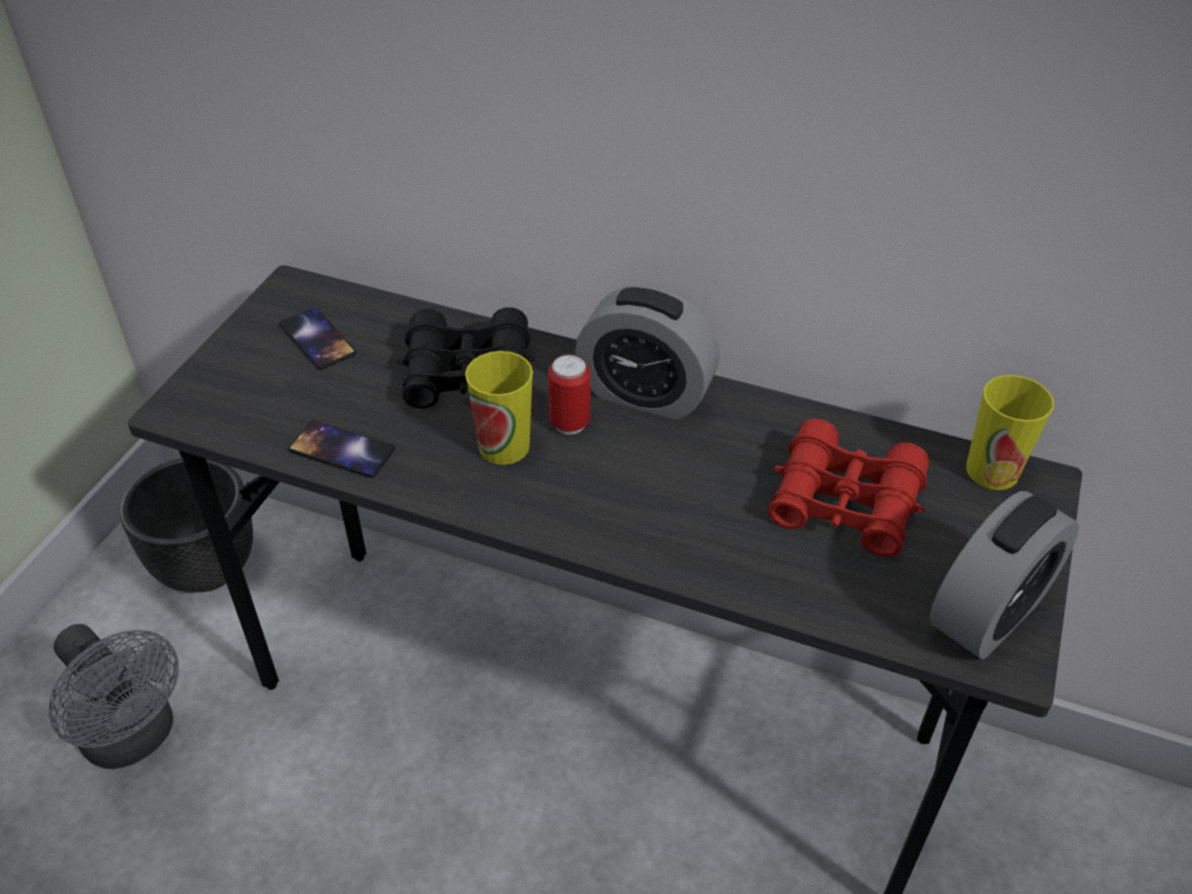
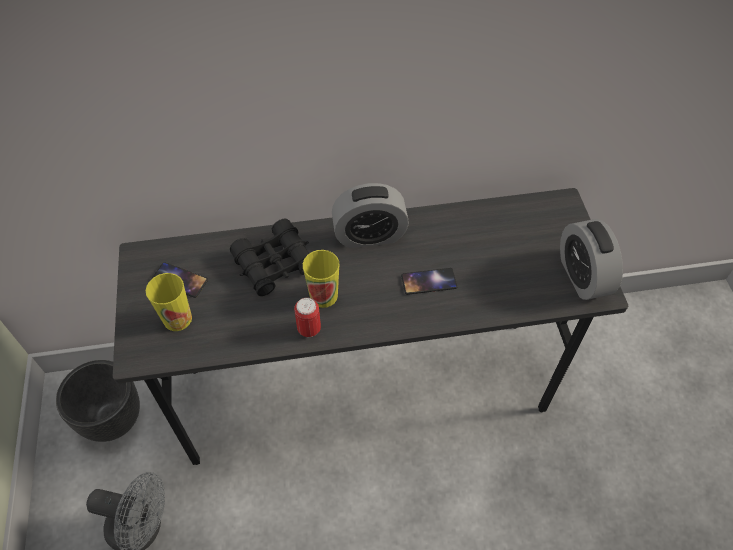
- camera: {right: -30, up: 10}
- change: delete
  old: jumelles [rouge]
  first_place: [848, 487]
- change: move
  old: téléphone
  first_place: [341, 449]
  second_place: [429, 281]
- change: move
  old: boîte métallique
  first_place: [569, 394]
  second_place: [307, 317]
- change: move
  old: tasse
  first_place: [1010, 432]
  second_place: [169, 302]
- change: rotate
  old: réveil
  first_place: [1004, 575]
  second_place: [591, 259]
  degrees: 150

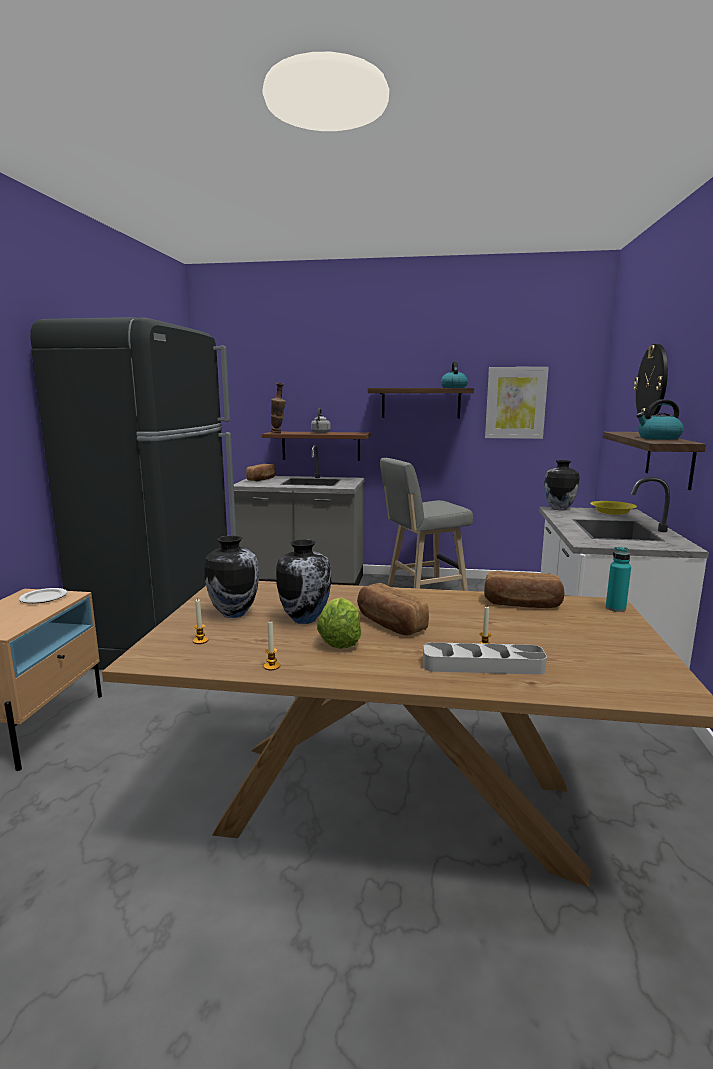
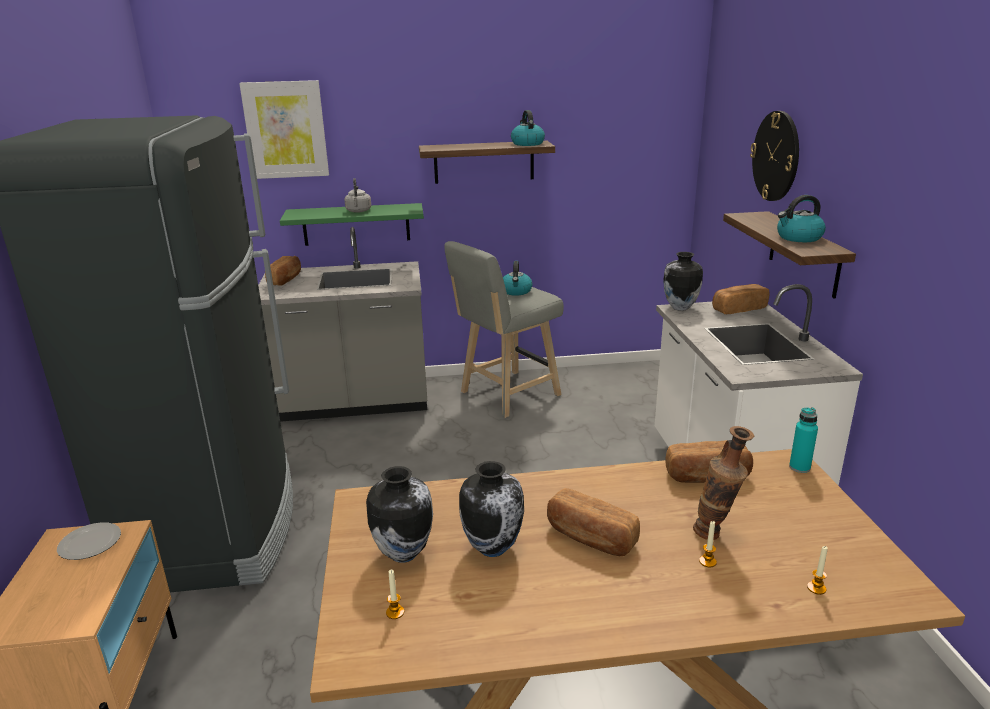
- camera: {right: -15, up: 10}
- change: delete
  old: laitue
  first_place: [339, 623]
- change: delete
  old: plateau [gris]
  first_place: [485, 658]
- change: insert
  new: bouilloire
  second_place: [518, 278]
- change: move
  old: bougie
  first_place: [272, 645]
  second_place: [817, 570]
- change: move
  old: vase
  first_place: [278, 408]
  second_place: [723, 483]
- change: move
  old: tableau
  first_place: [517, 403]
  second_place: [284, 129]
- change: replace
  old: bol [jaune]
  new: pain
  first_place: [613, 508]
  second_place: [740, 299]
- change: recolor
  old: étagère [marron]
  new: étagère [vert]
  first_place: [316, 446]
  second_place: [352, 224]

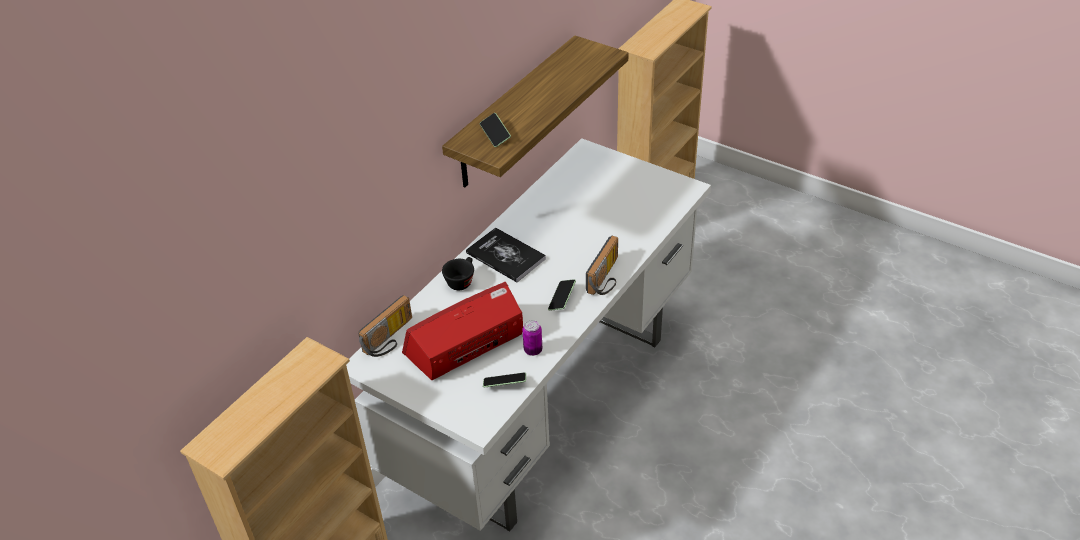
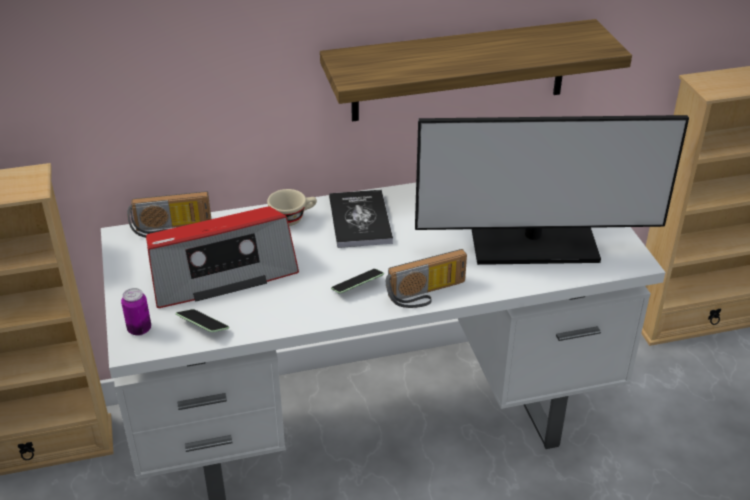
- camera: {right: 40, up: -5}
- change: delete
  old: téléphone
  first_place: [495, 130]
- change: insert
  new: écran d'ordinateur
  second_place: [552, 190]
- change: move
  old: boîte métallique
  first_place: [532, 338]
  second_place: [136, 312]
- change: recolor
  old: tasse [noir]
  new: tasse [beige]
  first_place: [458, 273]
  second_place: [292, 207]
- change: rotate
  old: radio
  first_place: [462, 331]
  second_place: [222, 257]
  degrees: 150

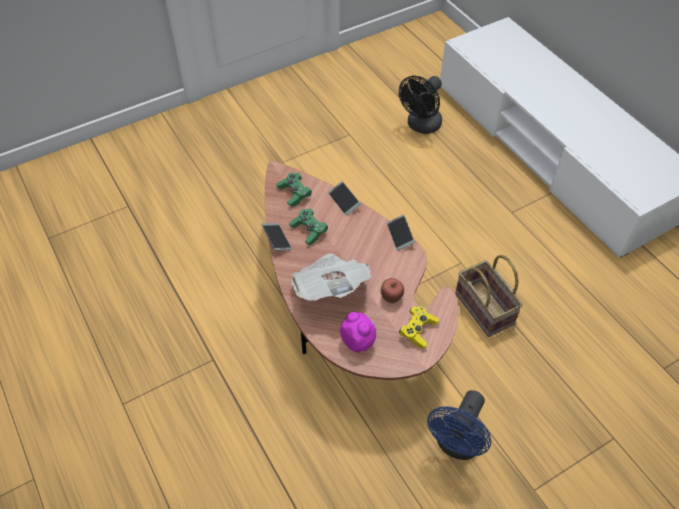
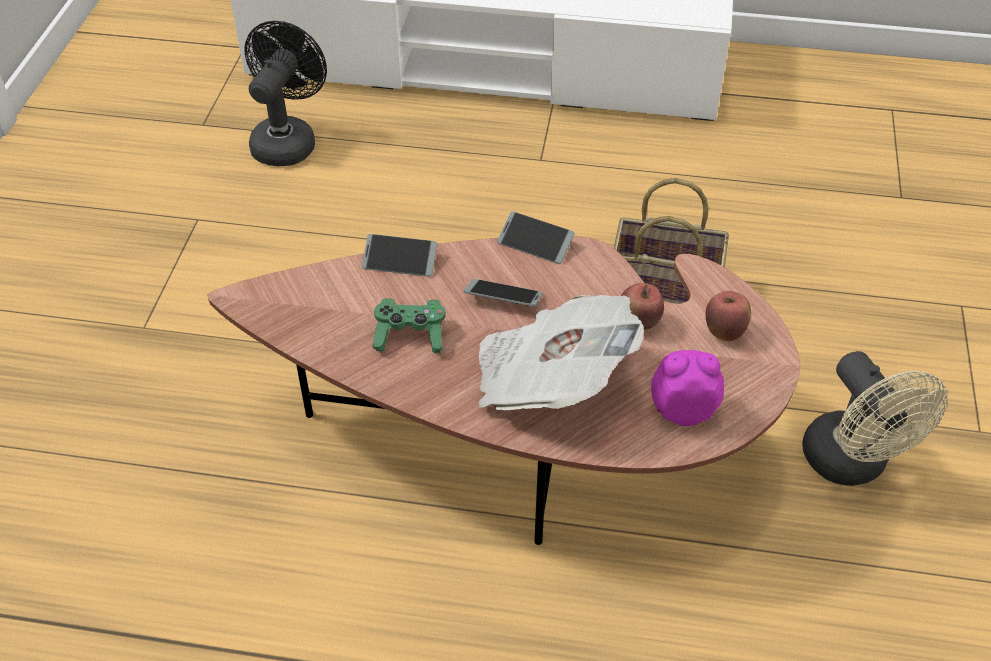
- camera: {right: -50, up: -5}
- change: delete
  old: manette [vert]
  first_place: [294, 190]
- change: move
  old: téléphone
  first_place: [276, 237]
  second_place: [503, 293]
- change: replace
  old: manette [jaune]
  new: pomme
  first_place: [419, 327]
  second_place: [728, 316]
- change: recolor
  old: ventilateur [bleu]
  new: ventilateur [beige]
  first_place: [459, 425]
  second_place: [874, 418]
- change: rotate
  old: ventilateur [noir]
  first_place: [420, 105]
  second_place: [285, 93]
  degrees: -150

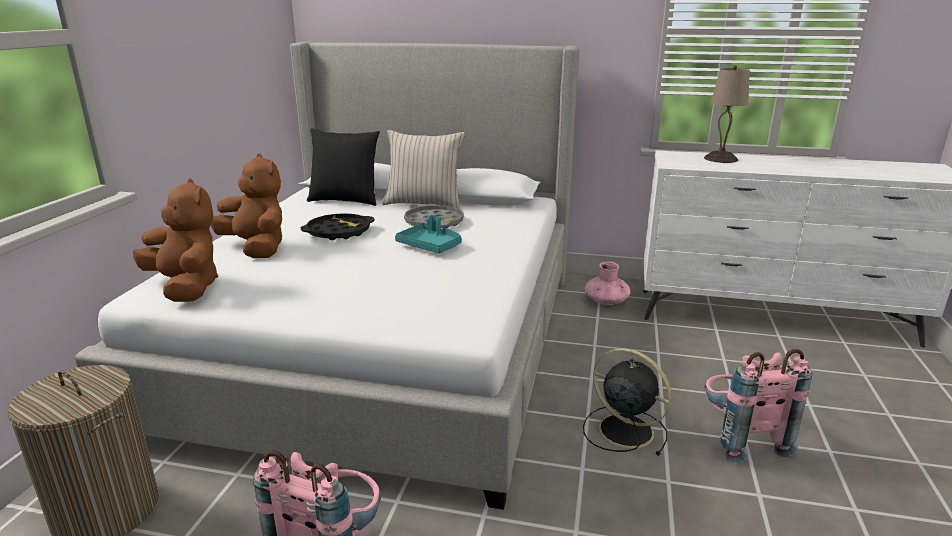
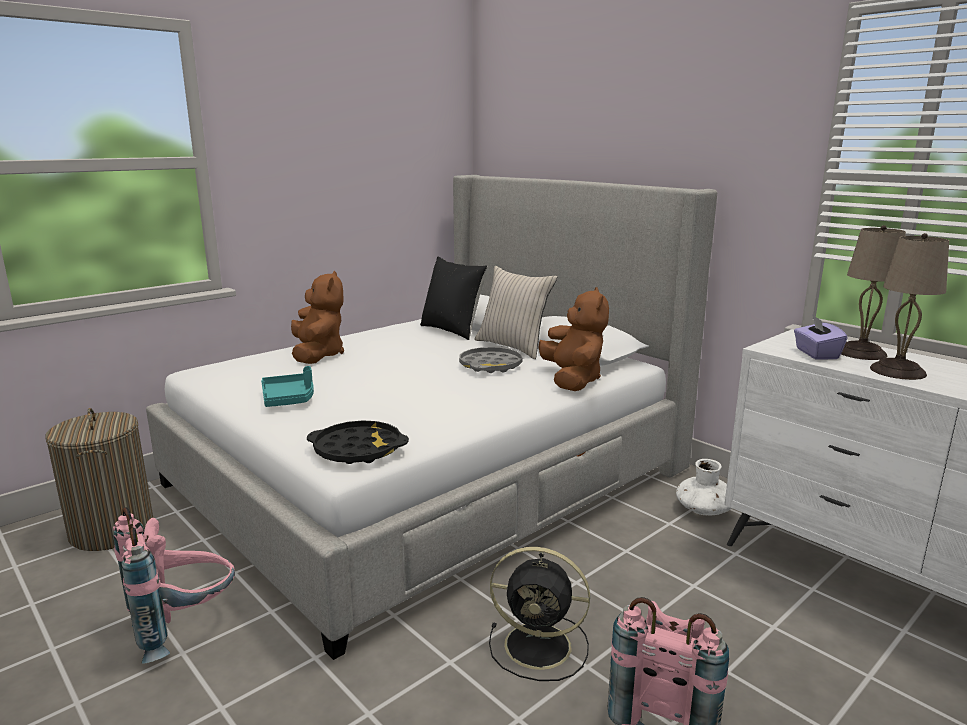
- camera: {right: 35, up: -5}
- change: insert
  new: boîte à mouchoirs [violet]
  second_place: [820, 337]
- change: insert
  new: lampe de table [beige]
  second_place: [909, 306]
- change: move
  old: peluche [marron]
  first_place: [175, 240]
  second_place: [573, 339]
- change: move
  old: plateau [noir]
  first_place: [338, 226]
  second_place: [358, 442]
- change: move
  old: plateau [turquoise]
  first_place: [428, 234]
  second_place: [287, 386]
- change: recolor
  old: vase [rose]
  new: vase [blanc]
  first_place: [608, 283]
  second_place: [704, 487]
- change: rotate
  old: ventilateur [noir]
  first_place: [627, 402]
  second_place: [539, 614]
  degrees: 120

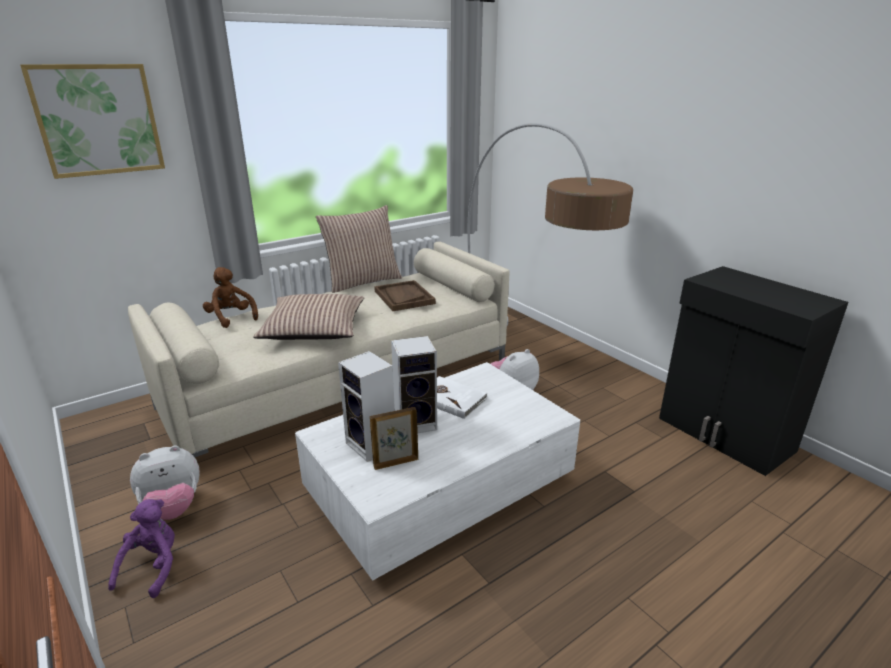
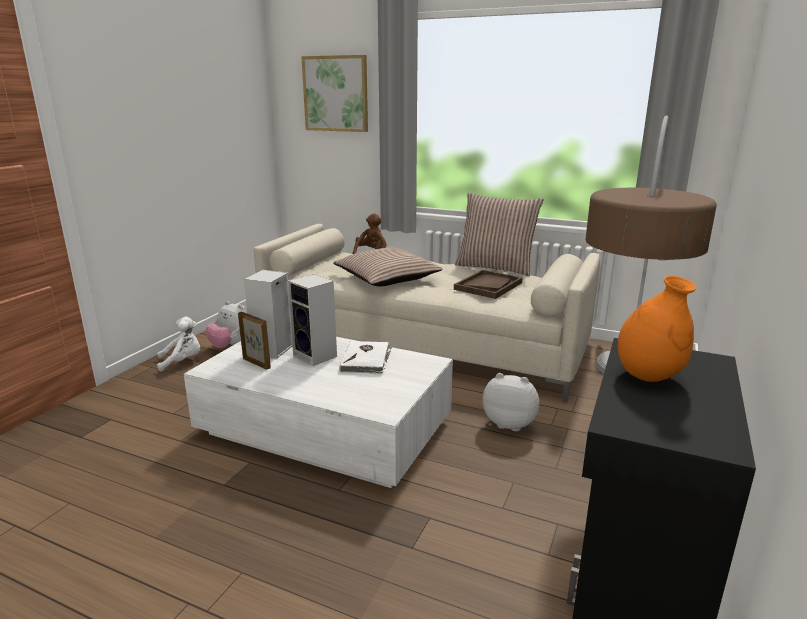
- camera: {right: 60, up: -5}
- change: insert
  new: vase [orange]
  second_place: [657, 329]
- change: recolor
  old: peluche [violet]
  new: peluche [blanc]
  first_place: [141, 548]
  second_place: [178, 344]

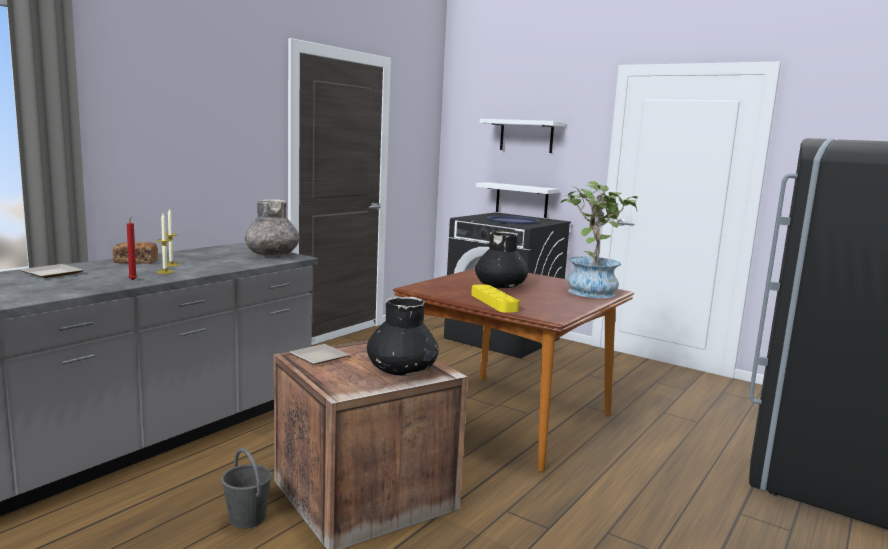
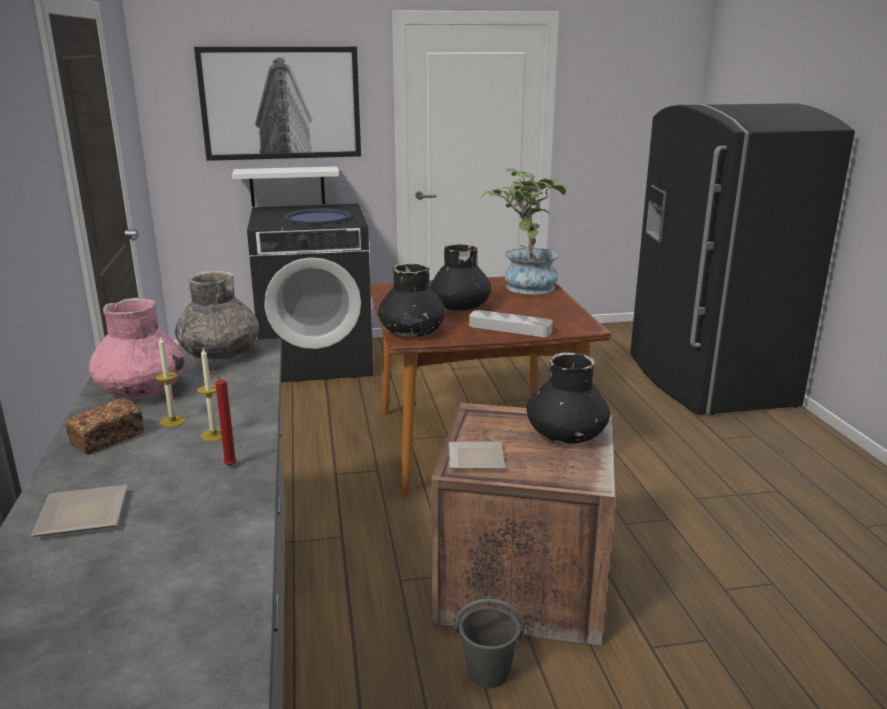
- camera: {right: -45, up: 10}
- change: insert
  new: vase [rose]
  second_place: [137, 348]
- change: insert
  new: vase [noir]
  second_place: [412, 299]
- change: replace
  old: étagère [blanc]
  new: tableau
  first_place: [522, 136]
  second_place: [277, 104]
- change: recolor
  old: plateau [jaune]
  new: plateau [gris]
  first_place: [495, 298]
  second_place: [511, 323]

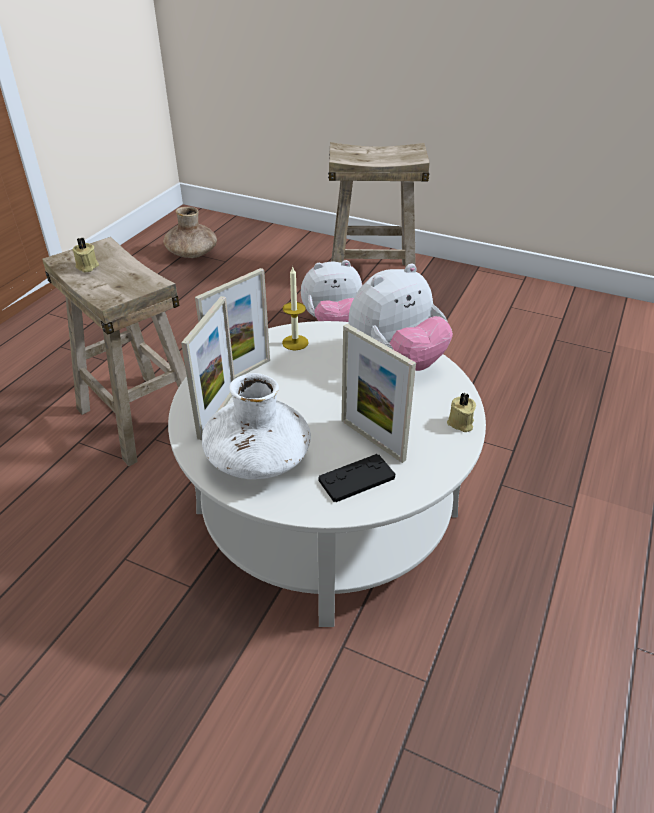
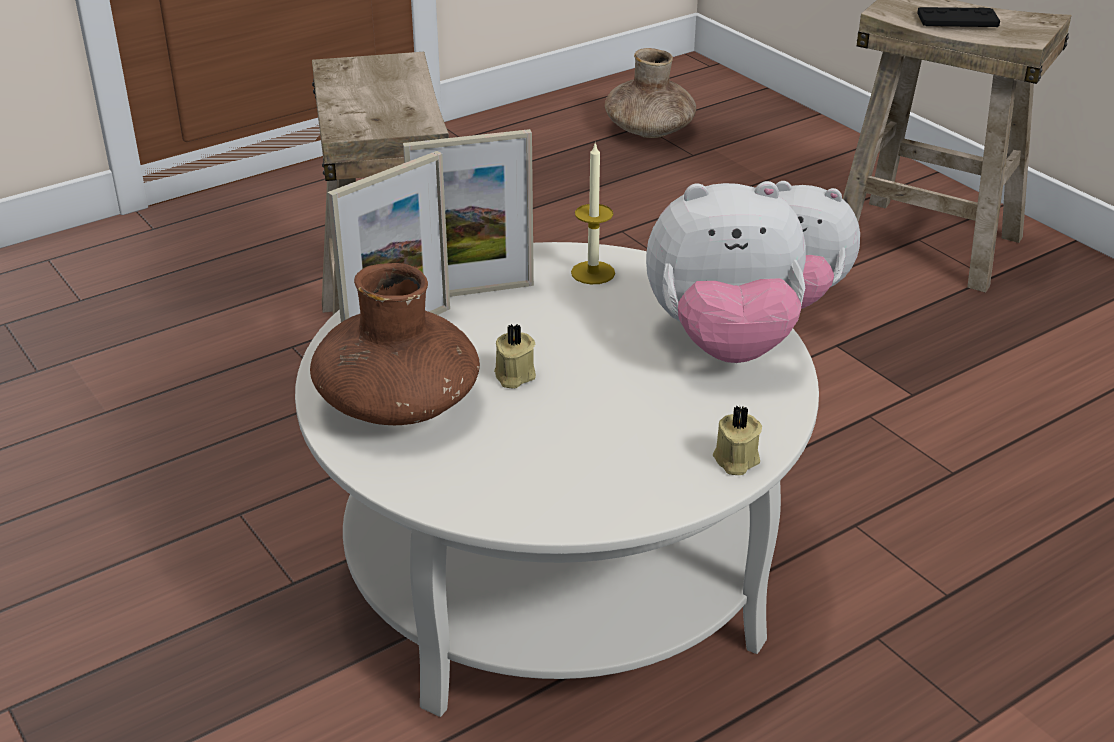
- camera: {right: 30, up: -5}
- change: delete
  old: cadre photo
  first_place: [379, 393]
- change: move
  old: bougie [beige]
  first_place: [86, 254]
  second_place: [515, 356]
- change: move
  old: manette [noir]
  first_place: [357, 478]
  second_place: [958, 17]
- change: recolor
  old: vase [blanc]
  new: vase [marron]
  first_place: [256, 426]
  second_place: [395, 344]

